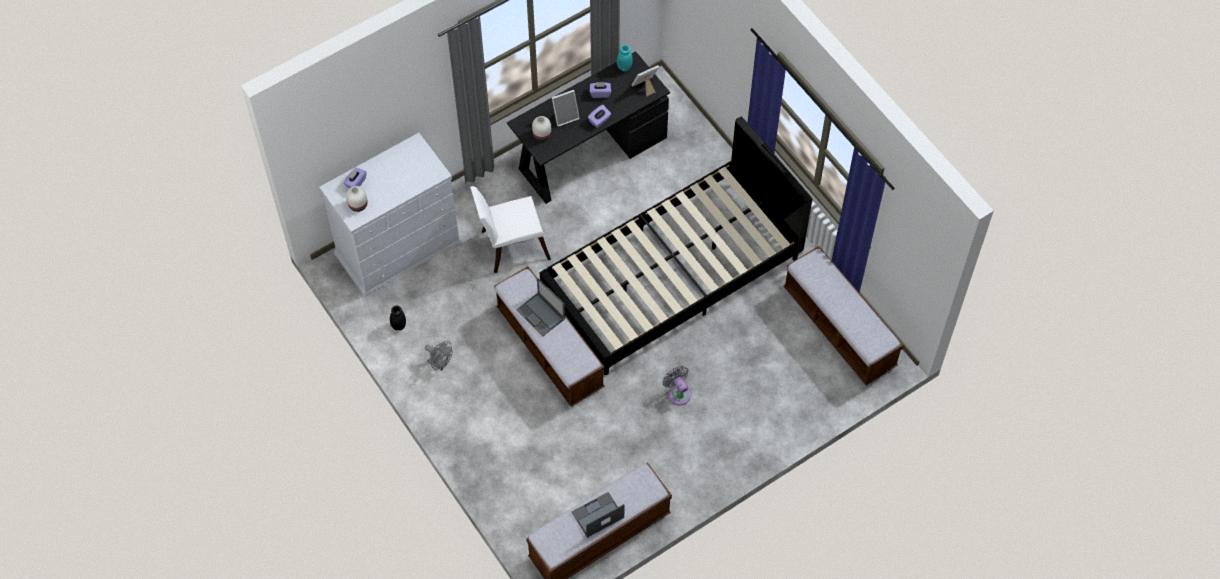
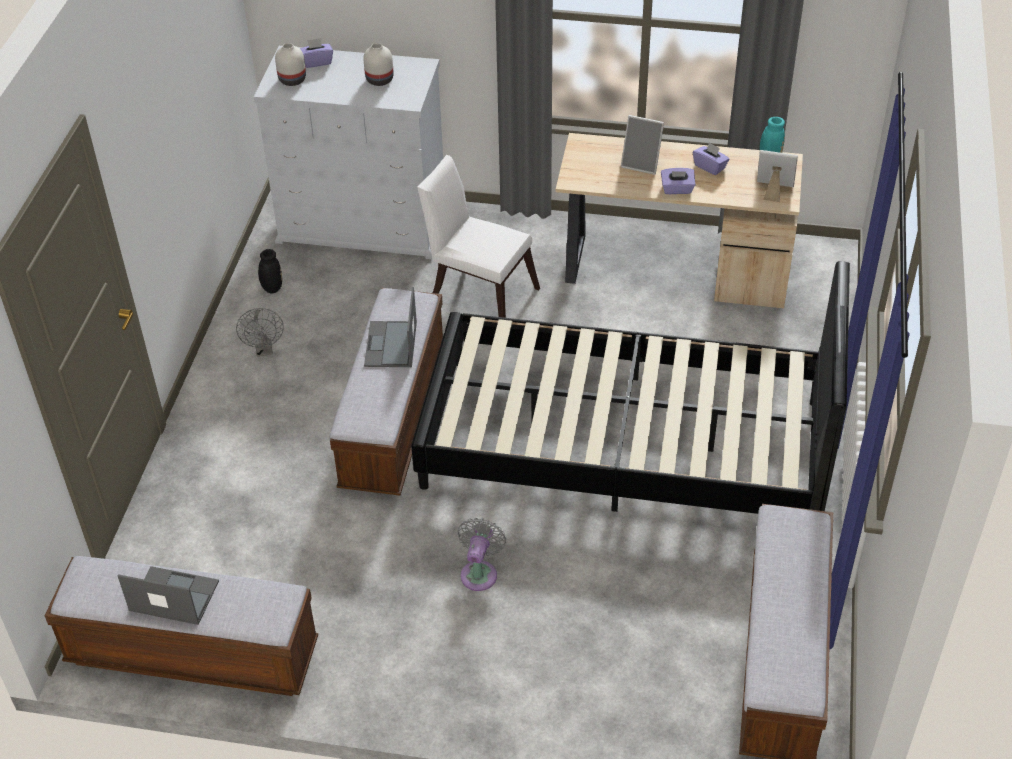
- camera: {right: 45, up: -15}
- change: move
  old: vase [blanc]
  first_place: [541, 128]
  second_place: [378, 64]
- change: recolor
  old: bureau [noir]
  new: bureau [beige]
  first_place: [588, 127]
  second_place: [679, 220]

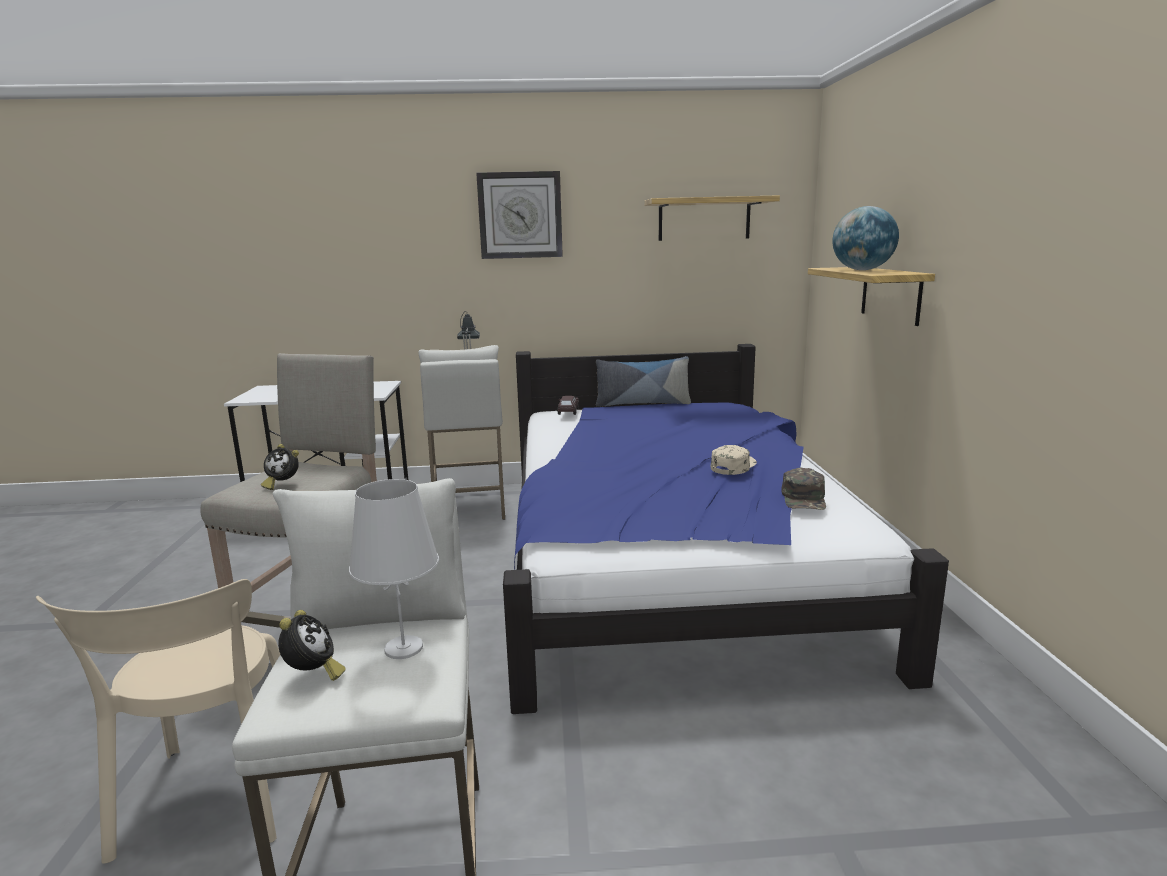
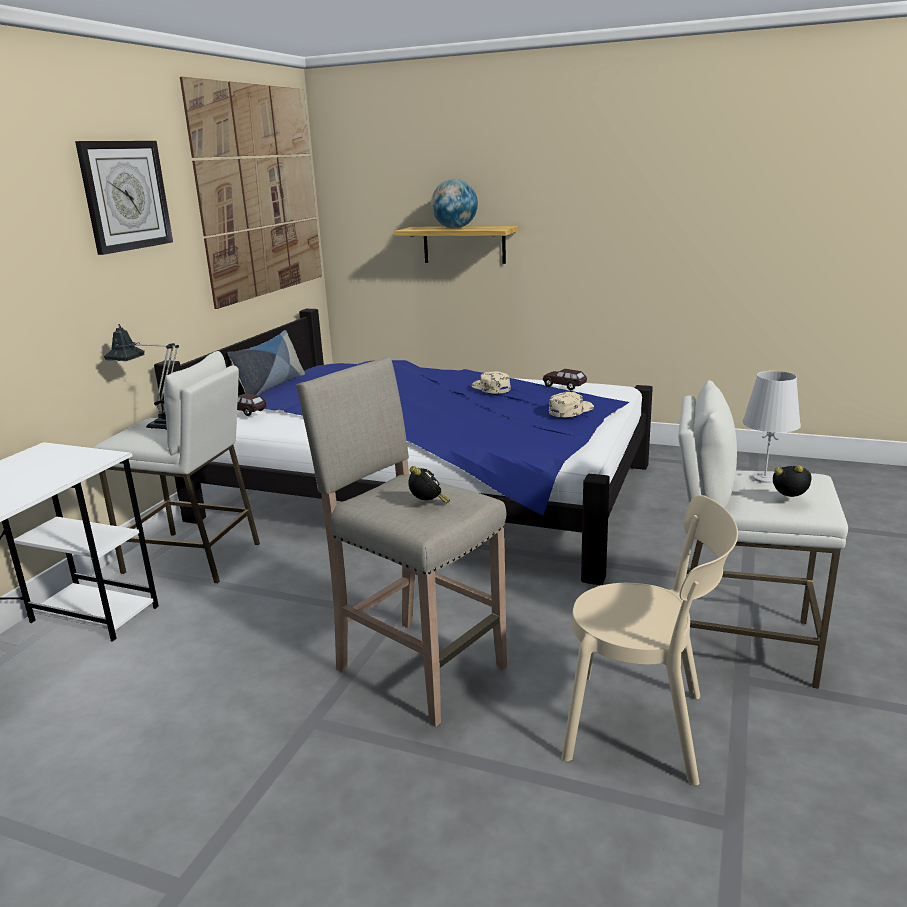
- camera: {right: -65, up: 5}
- change: insert
  new: casquette [beige]
  second_place: [571, 404]
- change: replace
  old: étagère
  new: tableau
  first_place: [712, 218]
  second_place: [251, 193]
- change: replace
  old: casquette [vert]
  new: petite voiture [marron]
  first_place: [803, 488]
  second_place: [565, 379]
- change: rotate
  old: réveil
  first_place: [280, 467]
  second_place: [429, 484]
  degrees: -60

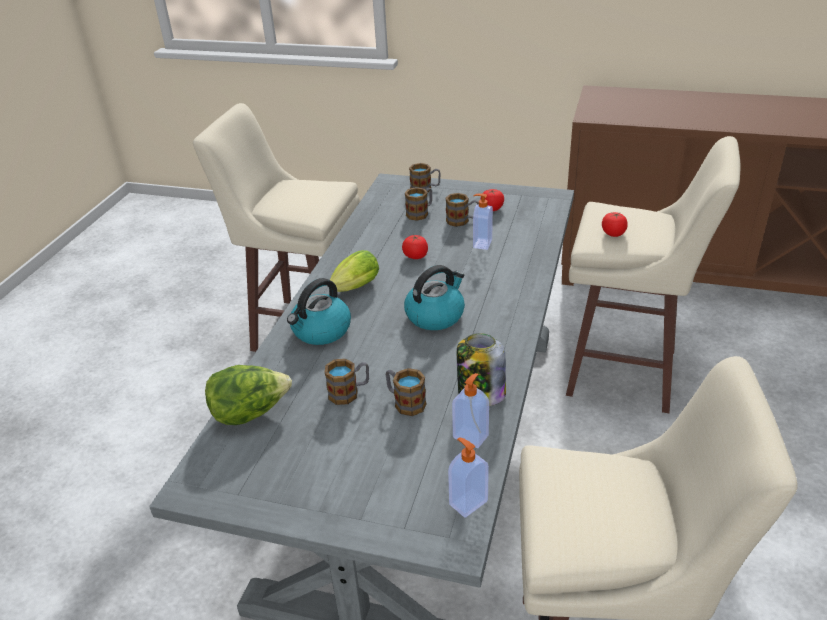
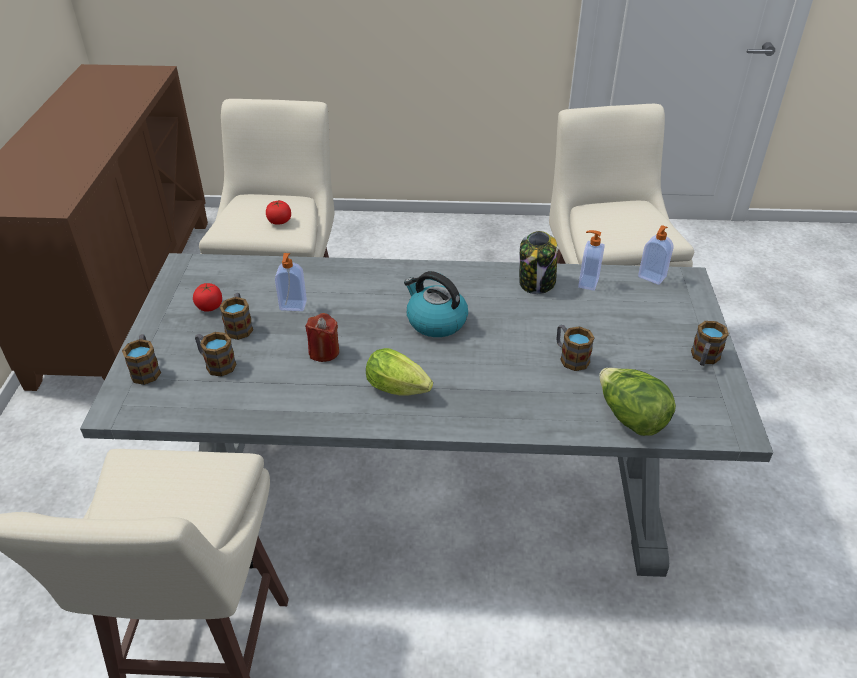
- camera: {right: -105, up: 5}
- change: delete
  old: bouilloire
  first_place: [319, 311]
- change: move
  old: mug
  first_place: [406, 392]
  second_place: [710, 343]
- change: replace
  old: tomate
  new: bougie [rouge]
  first_place: [415, 246]
  second_place: [322, 337]

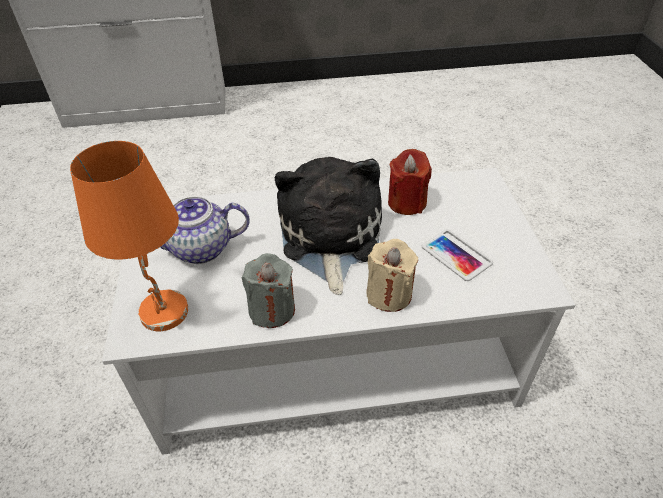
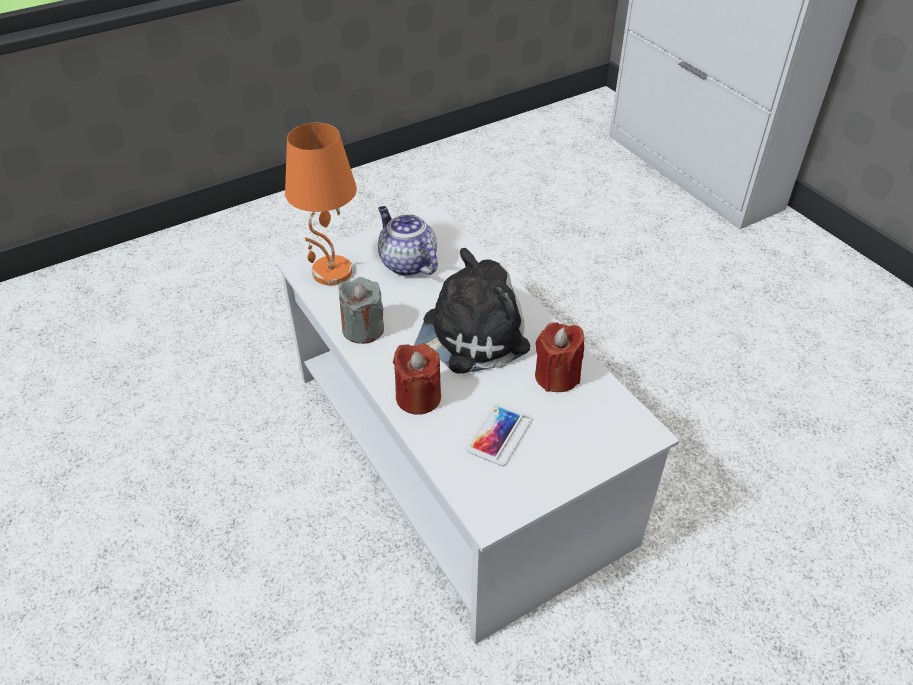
- camera: {right: 65, up: 0}
- change: recolor
  old: bougie [beige]
  new: bougie [rouge]
  first_place: [392, 275]
  second_place: [417, 379]

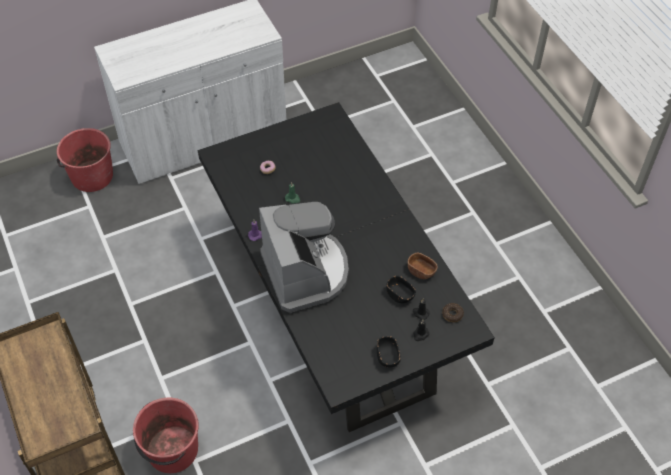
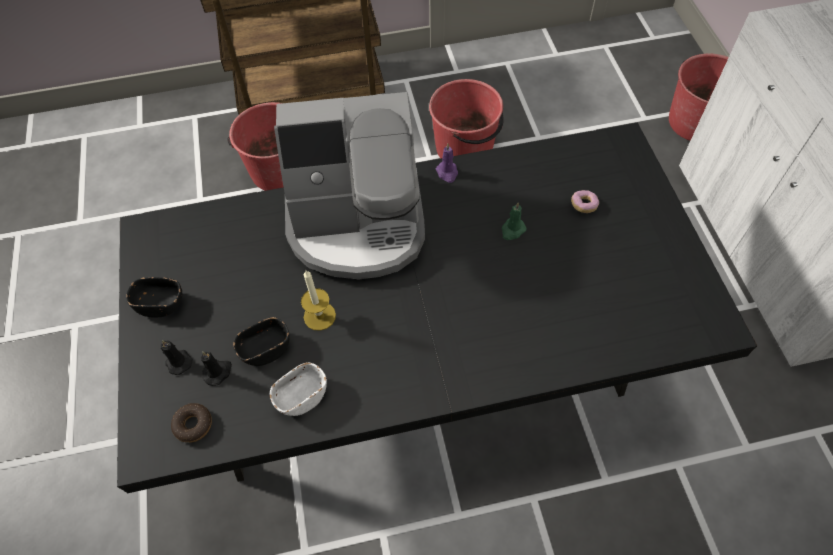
- camera: {right: 105, up: 5}
- change: insert
  new: bougie
  second_place: [318, 300]
- change: insert
  new: seau [rouge]
  second_place: [466, 118]
- change: recolor
  old: bol [marron]
  new: bol [blanc]
  first_place: [423, 266]
  second_place: [298, 389]

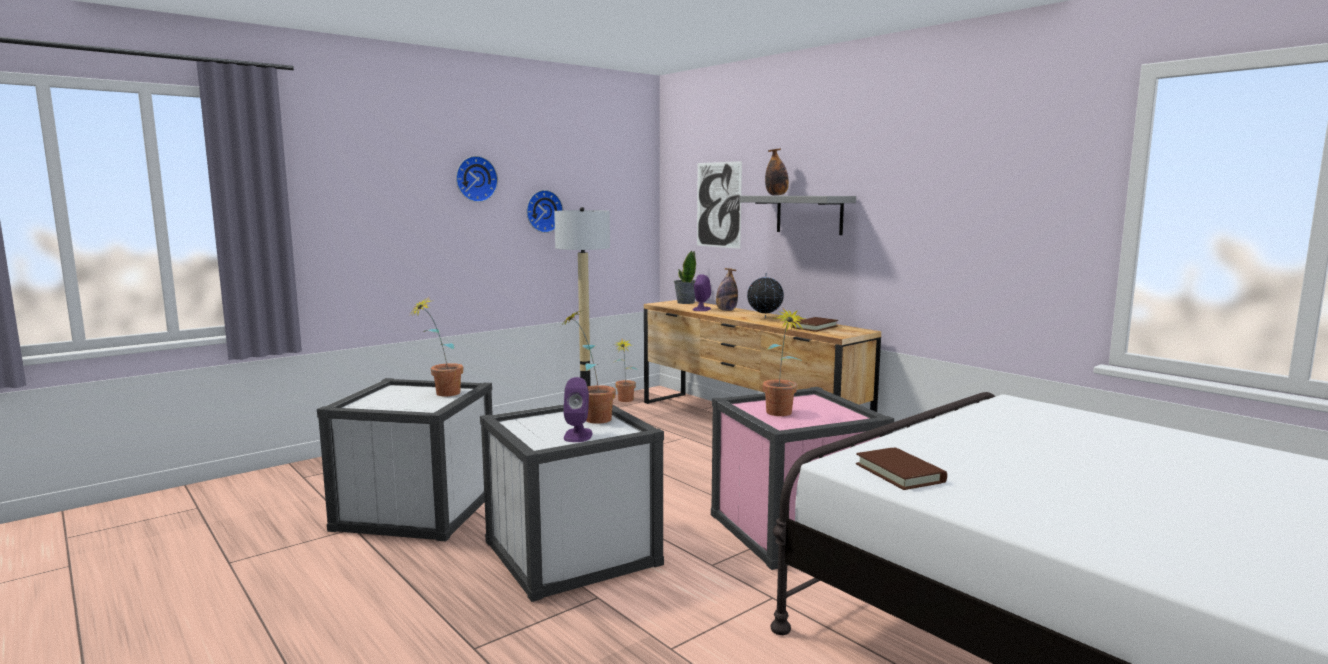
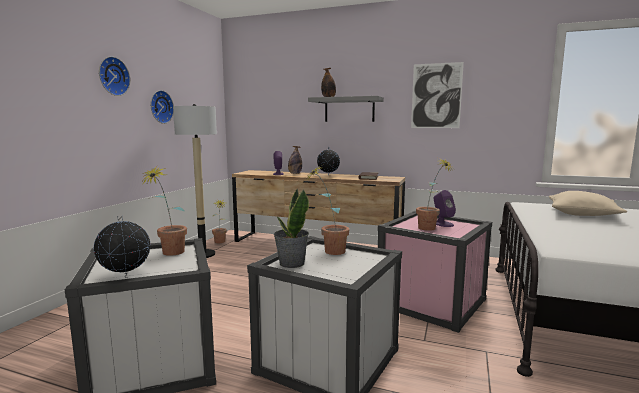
- camera: {right: -30, up: 0}
- change: delete
  old: livre [marron]
  first_place: [901, 468]
- change: insert
  new: globe
  second_place: [122, 247]
- change: insert
  new: coussin [beige]
  second_place: [588, 203]
- change: move
  old: enceinte [violet]
  first_place: [578, 409]
  second_place: [445, 208]
- change: move
  old: plante en pot
  first_place: [685, 277]
  second_place: [291, 228]
- change: move
  old: tableau
  first_place: [719, 205]
  second_place: [437, 95]

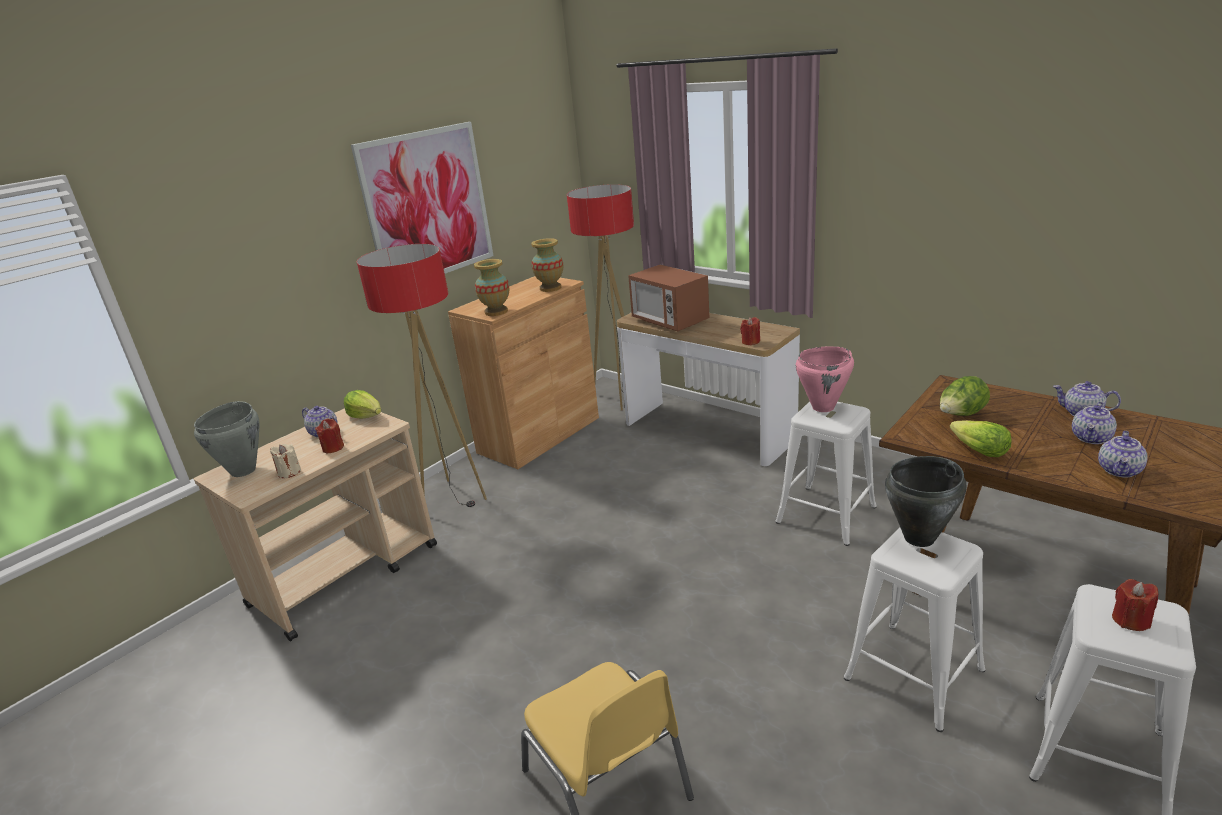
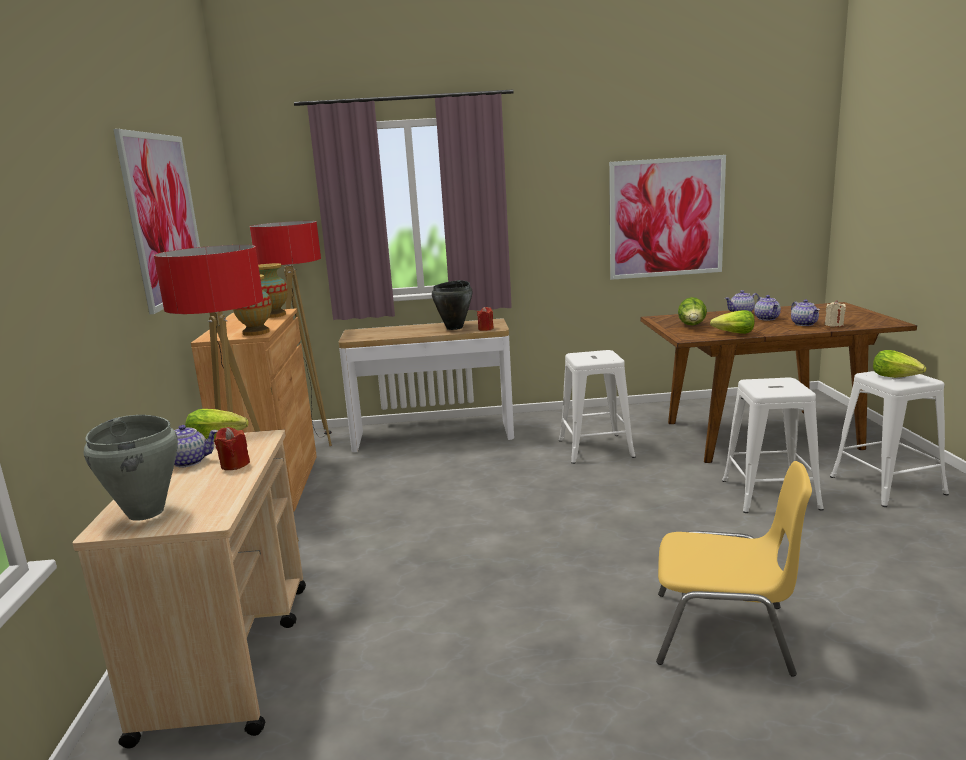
- camera: {right: -45, up: -10}
- change: delete
  old: micro-ondes
  first_place: [668, 298]
- change: delete
  old: marmite [rose]
  first_place: [825, 379]
- change: insert
  new: tableau
  second_place: [667, 217]
- change: move
  old: bougie [beige]
  first_place: [285, 461]
  second_place: [835, 313]
- change: move
  old: marmite [noir]
  first_place: [926, 501]
  second_place: [452, 305]
- change: replace
  old: bougie [rouge]
  new: laitue
  first_place: [1135, 605]
  second_place: [900, 364]

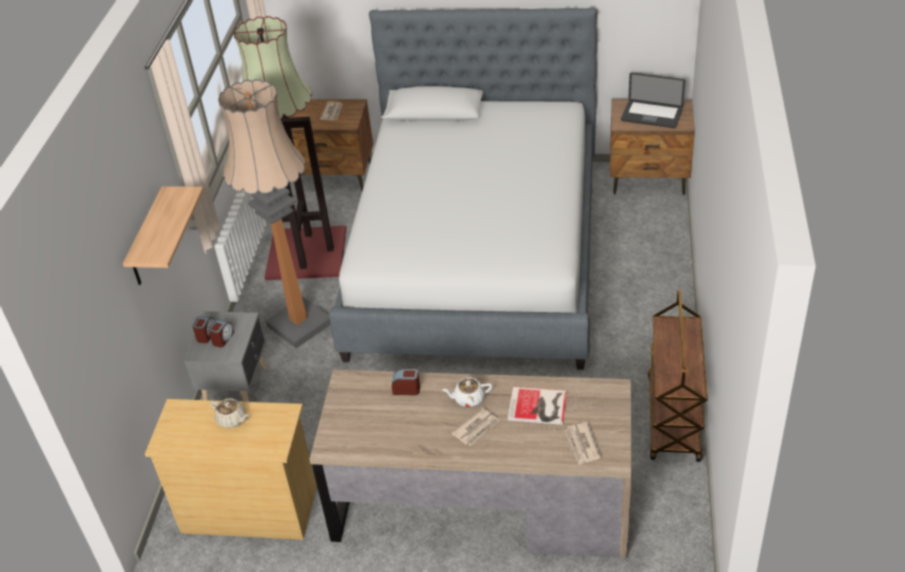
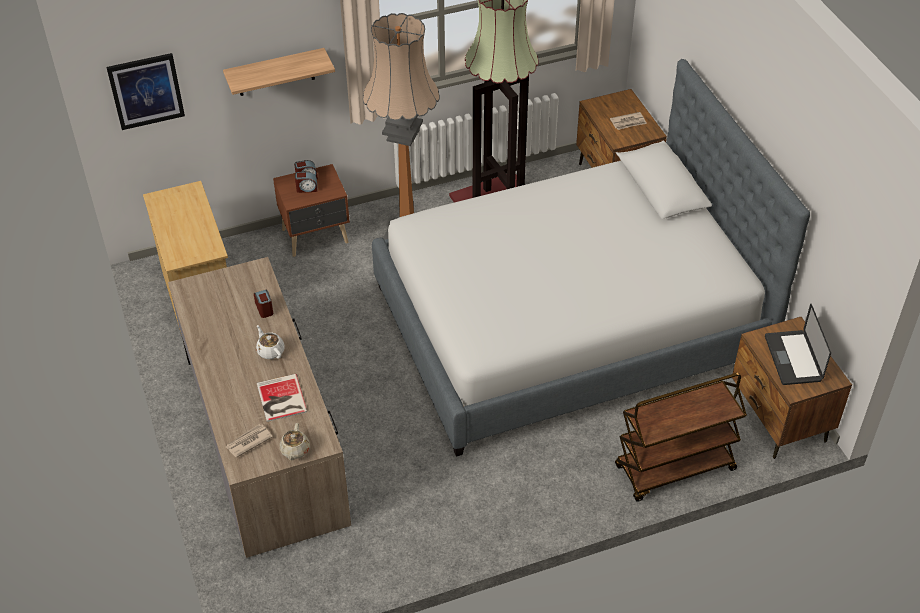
- camera: {right: 60, up: 5}
- change: delete
  old: journal
  first_place: [476, 427]
- change: insert
  new: tableau
  second_place: [145, 91]
- change: move
  old: théière [beige]
  first_place: [229, 413]
  second_place: [295, 441]
- change: move
  old: chariot [marron]
  first_place: [678, 375]
  second_place: [681, 437]
- change: recolor
  old: table de chevet [gris]
  new: table de chevet [marron]
  first_place: [225, 356]
  second_place: [311, 210]

